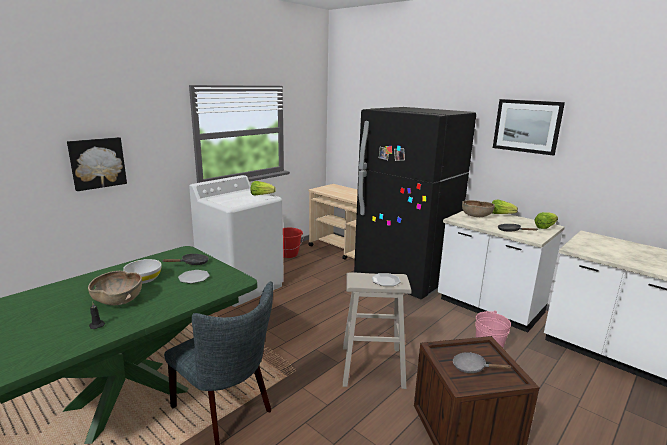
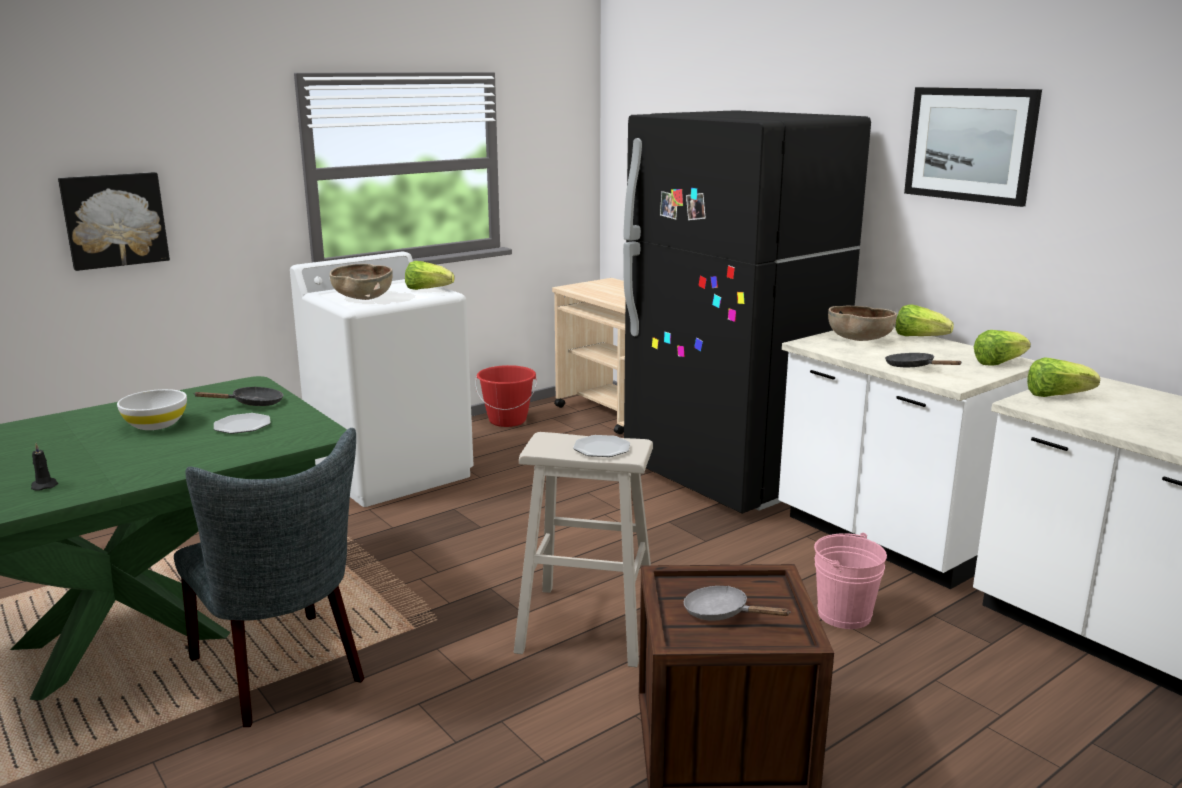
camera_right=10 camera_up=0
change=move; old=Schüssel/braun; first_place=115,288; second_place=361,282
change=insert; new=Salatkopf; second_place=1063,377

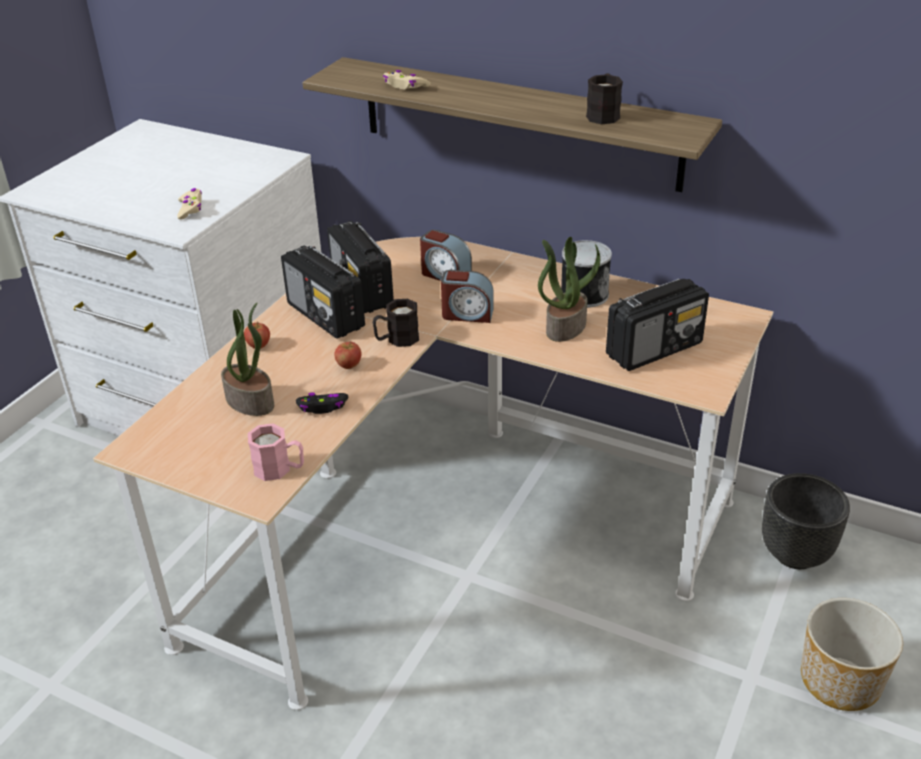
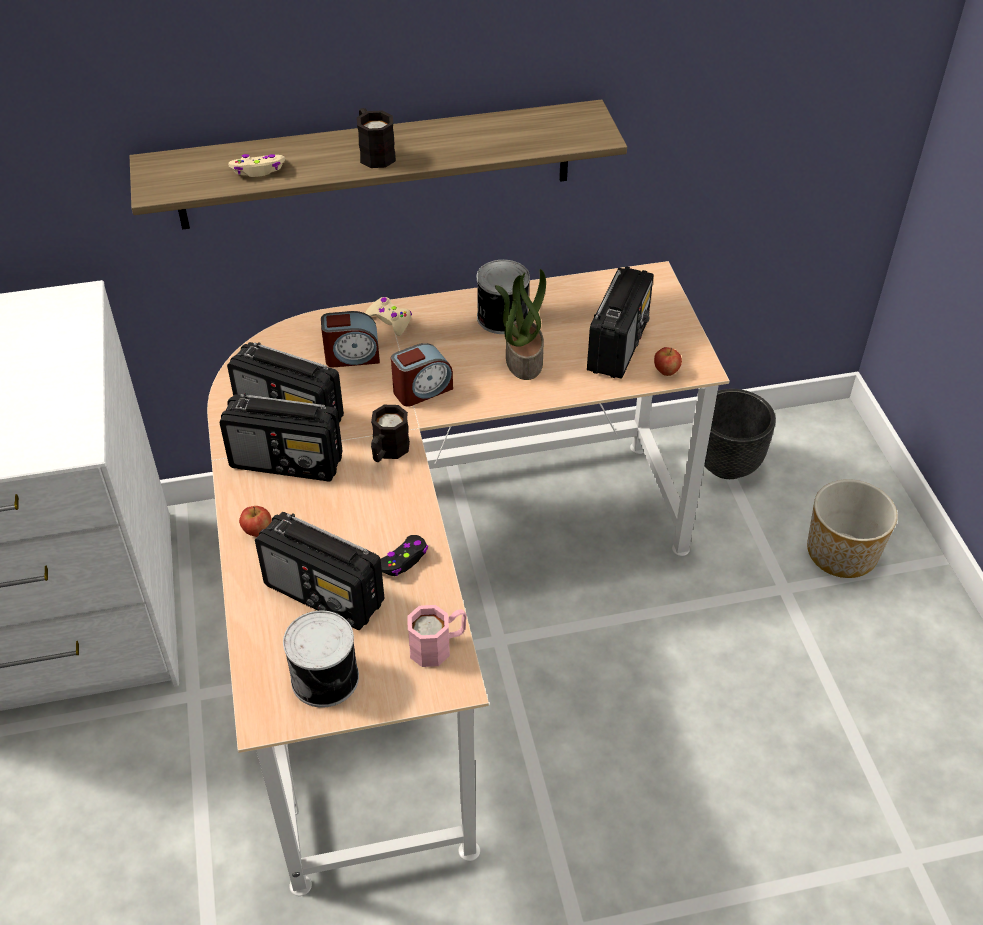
camera_right=-40 camera_up=10
change=move; old=Gamepad/beige; first_place=189,204; second_place=388,316
change=replace; old=Topfpflanze; new=Radio; first_place=247,359; second_place=319,571
change=move; old=Apfel; first_place=348,355; second_place=668,361
change=move; old=Henkelbecher/schwarz; first_place=604,98; second_place=376,138
change=insert; new=Dose; second_place=321,659

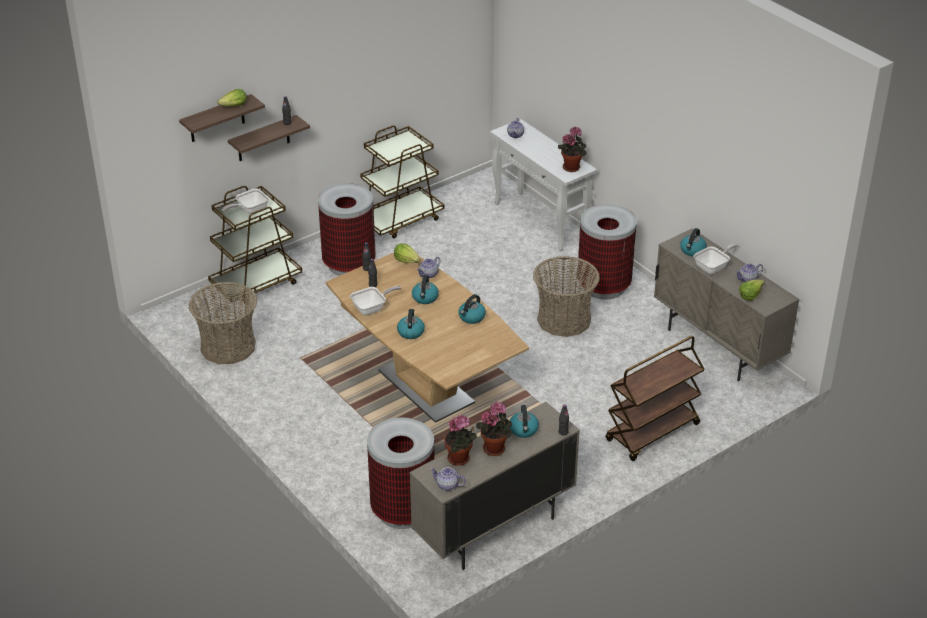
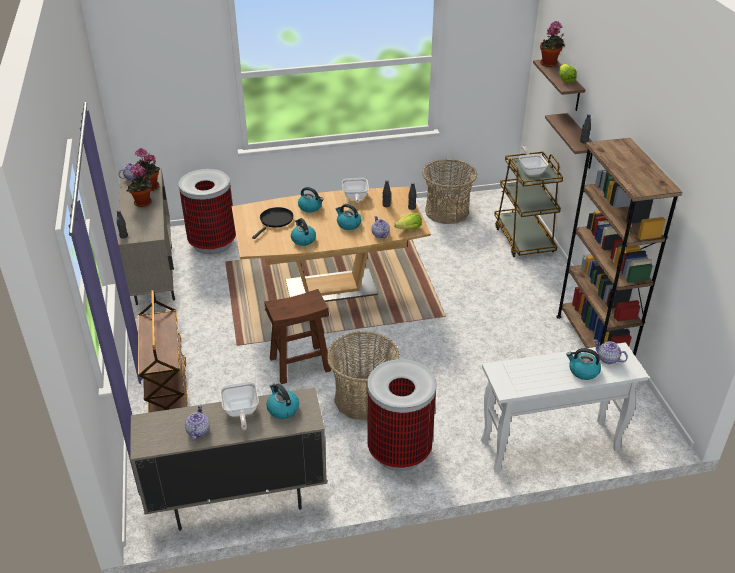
camera_right=115 camera_up=0
change=delete; old=Mülleimer; first_place=347,229
change=replace; old=Rollwagen/braun; new=Bücherregal/braun; first_place=402,182; second_place=619,247
change=move; old=Wasserkessel; first_place=524,421; second_place=583,364
change=move; old=Topfpflanze; first_place=572,149; second_place=552,44
change=delete; old=Salatkopf; first_place=751,290
change=insert; new=Pfanne/schwarz; second_place=272,223
change=insert; new=Hocker/braun; second_place=297,336

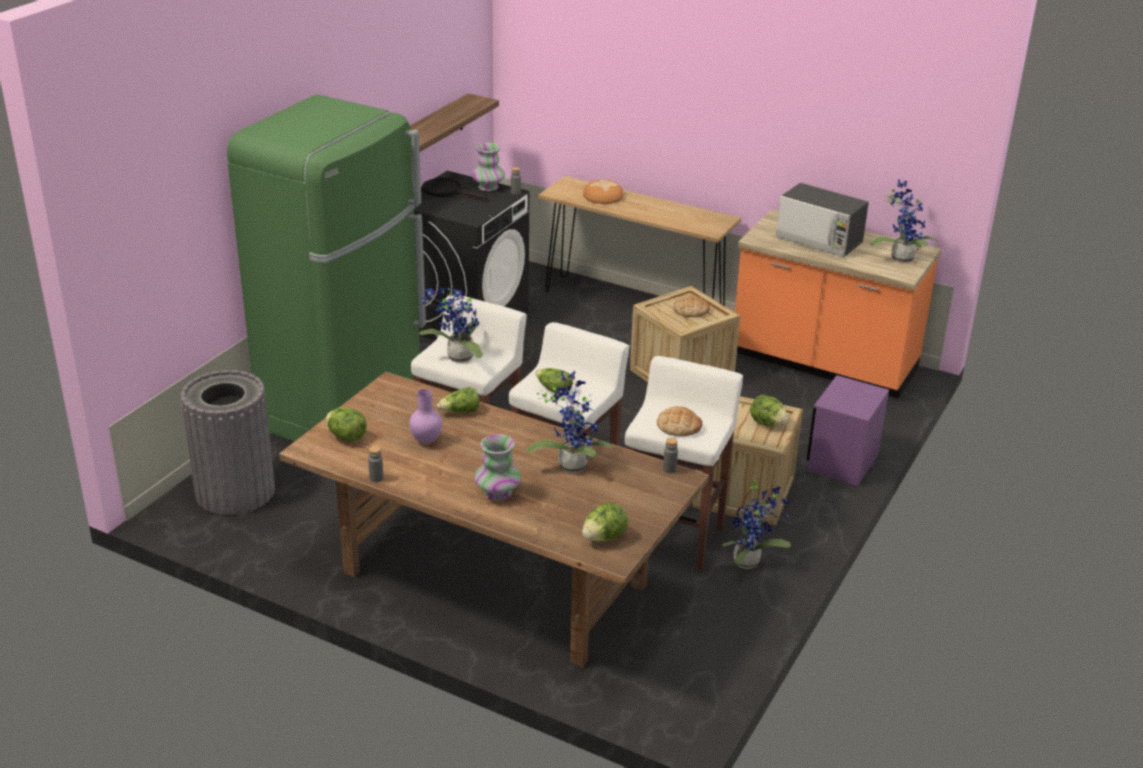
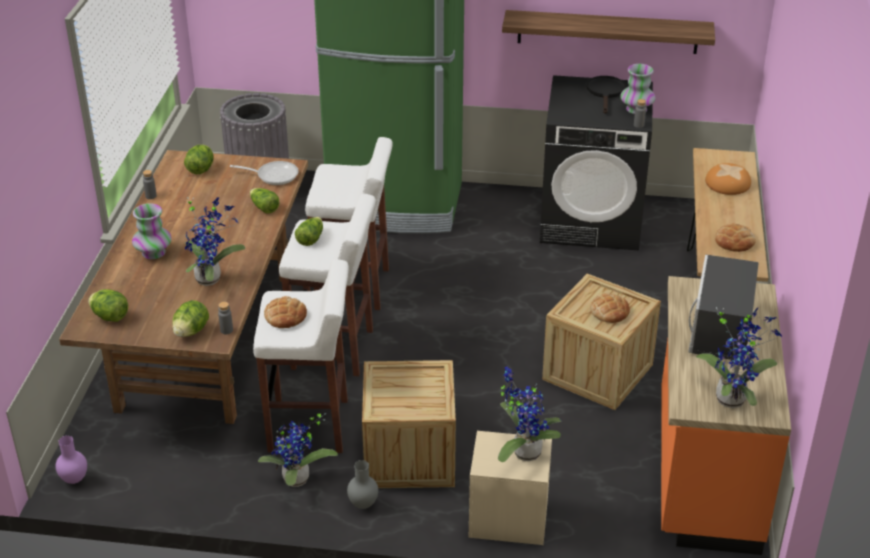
camera_right=70 camera_up=5
change=move; old=Vase/lila; first_place=425,416; second_place=71,460
change=move; old=Topfpflanze; first_place=451,325; second_place=530,414
change=move; old=Salatkopf; first_place=769,411; second_place=190,318
change=recolor; old=Nachttisch/lila; new=Nachttisch/beige; first_place=848,430; second_place=510,488
change=insert; new=Pfanne; second_place=264,173
change=insert; new=Vase/grau; second_place=362,484
change=insert; new=Brot; second_place=735,238

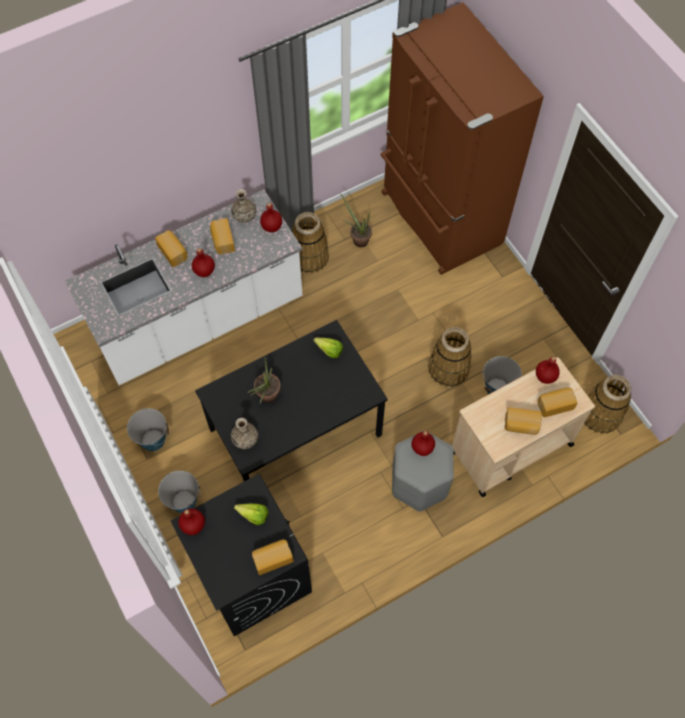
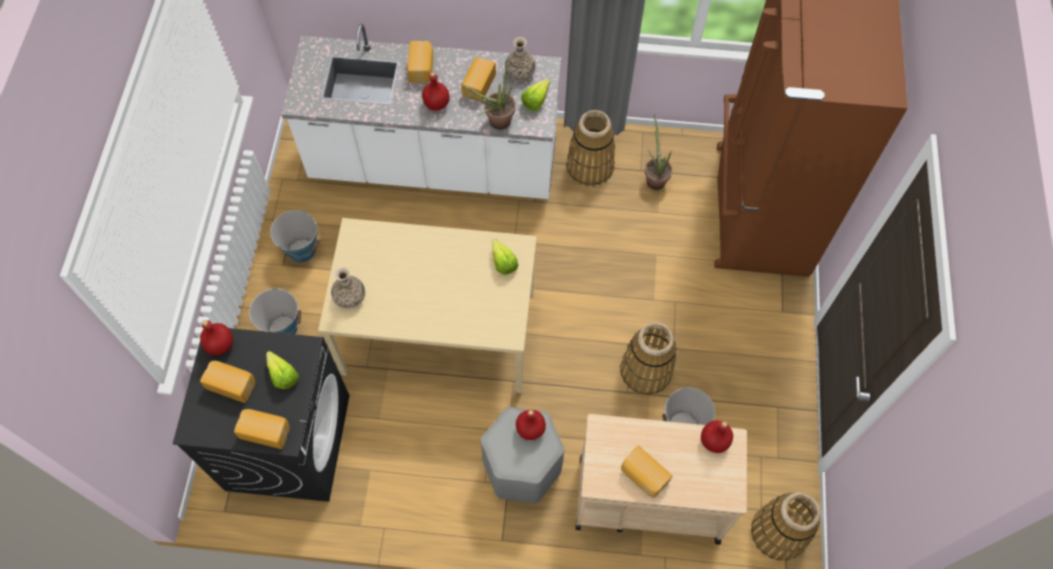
camera_right=35 camera_up=0
change=recolor; old=Esstisch/schwarz; new=Esstisch/beige; first_place=291,400; second_place=427,305
change=move; old=Topfpflanze; first_place=264,381; second_place=489,97
change=replace; old=Flasche/rot; new=Salatkopf; first_place=271,217; second_place=535,95
change=move; old=Brot; first_place=557,402; second_place=227,382

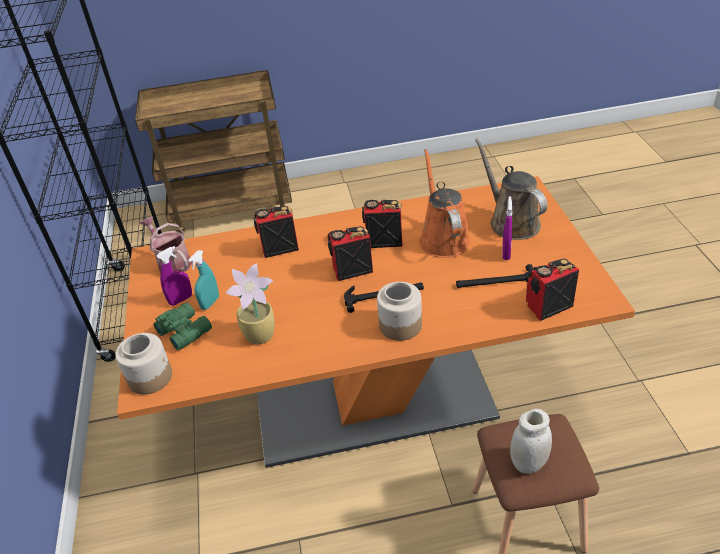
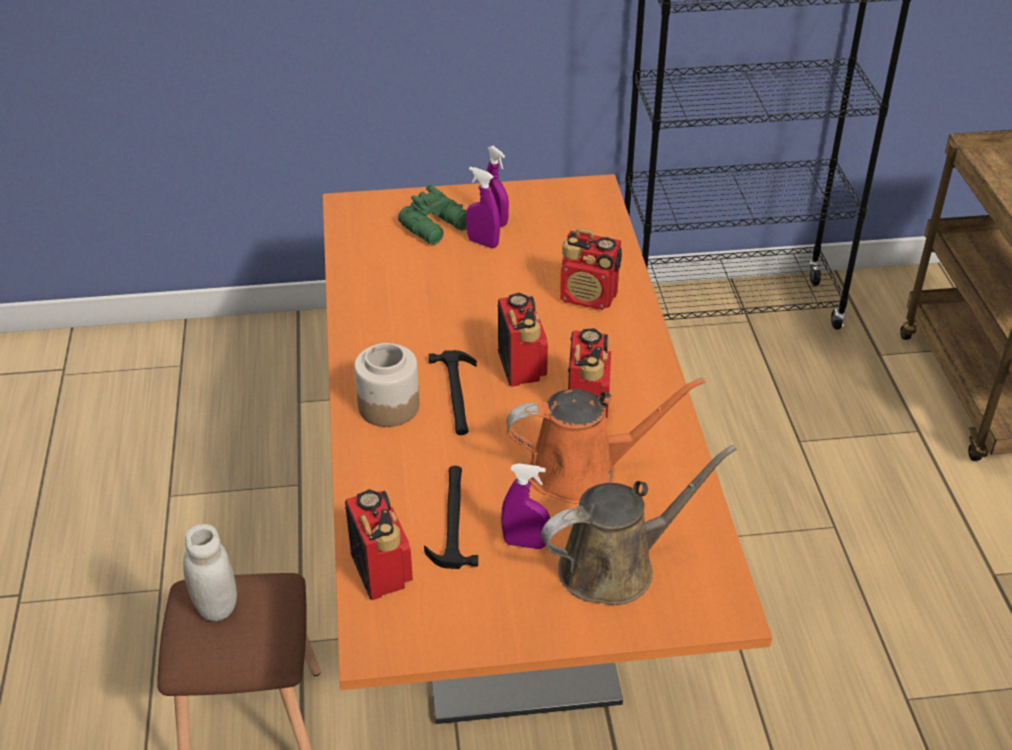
camera_right=90 camera_up=0
change=delete; old=Vorratsglas; first_place=143,364
change=delete; old=Gießkanne; first_place=166,245
change=recolor; old=Sprühflasche/türkis; new=Sprühflasche/lila; first_place=203,280; second_place=483,207
change=delete; old=Topfpflanze; first_place=250,303
change=rotate; old=Radio; first_place=276,232; second_place=591,269; degrees=120

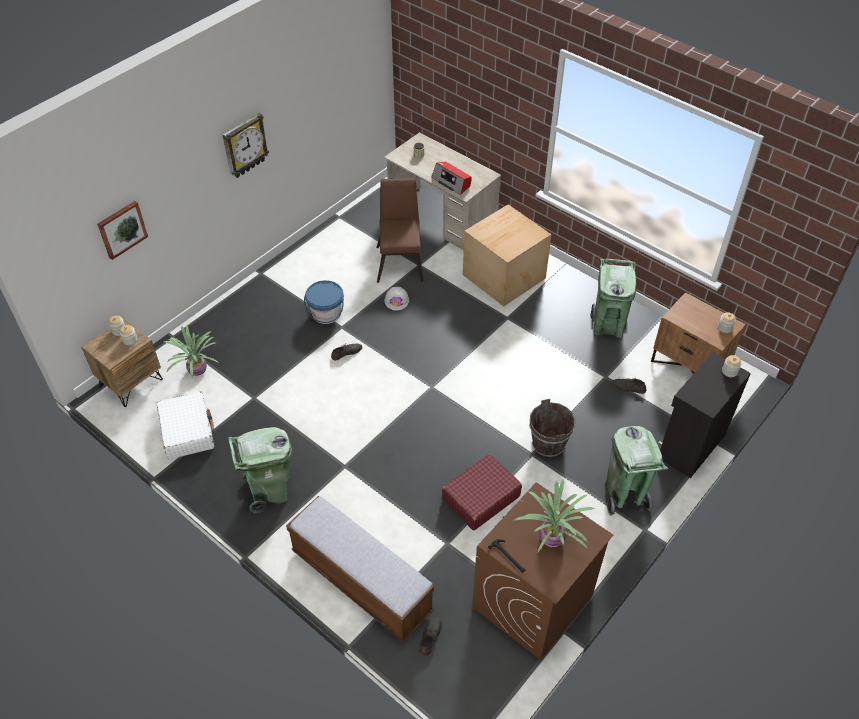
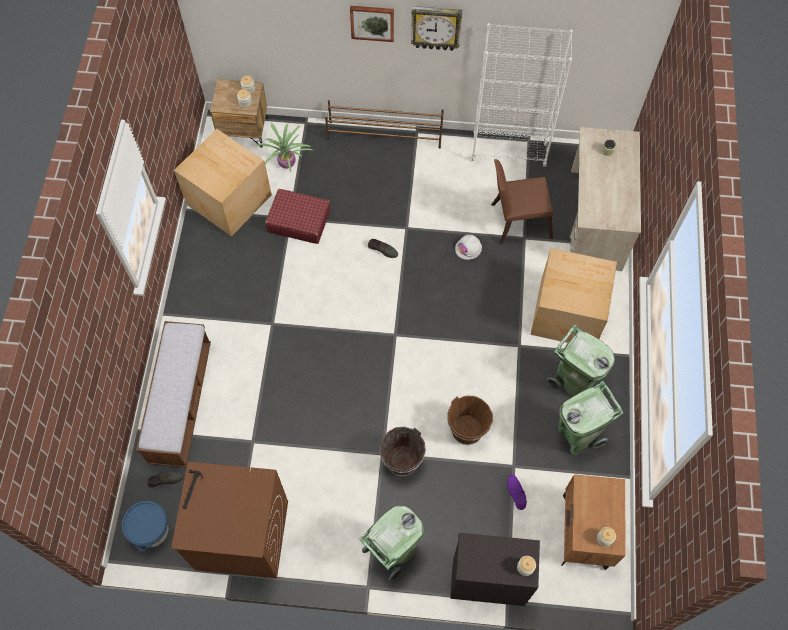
camera_right=55 camera_up=15
change=move; old=Bild; first_place=122,230; second_place=372,24
change=replace; old=Koffer/weiß; new=Karton; first_place=185,425; second_place=223,183
change=move; old=Mülleimer/grün; first_place=260,470; second_place=580,361
change=move; old=Eimer/blau; first_place=324,302; second_place=145,526
change=rotate; old=Stuhl/braun; first_place=400,230; second_place=522,201; degrees=-150
change=delete; old=Radio; first_place=451,178
change=move; old=Koffer/rot; first_place=482,492; second_place=297,216
change=delete; old=Topfpflanze; first_place=555,515
change=recolor; old=Schuh/grau; new=Schuh/lila; first_place=629,386; second_place=517,492
change=insert; new=Schuhregal/braun; second_place=384,124
change=insert; new=Eimer/braun; second_place=470,420
change=insert; new=Bücherregal/weiß; second_place=522,95

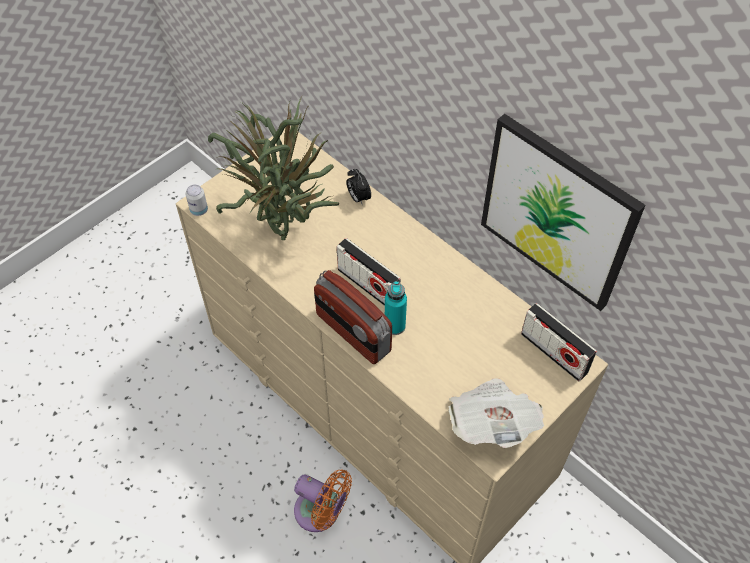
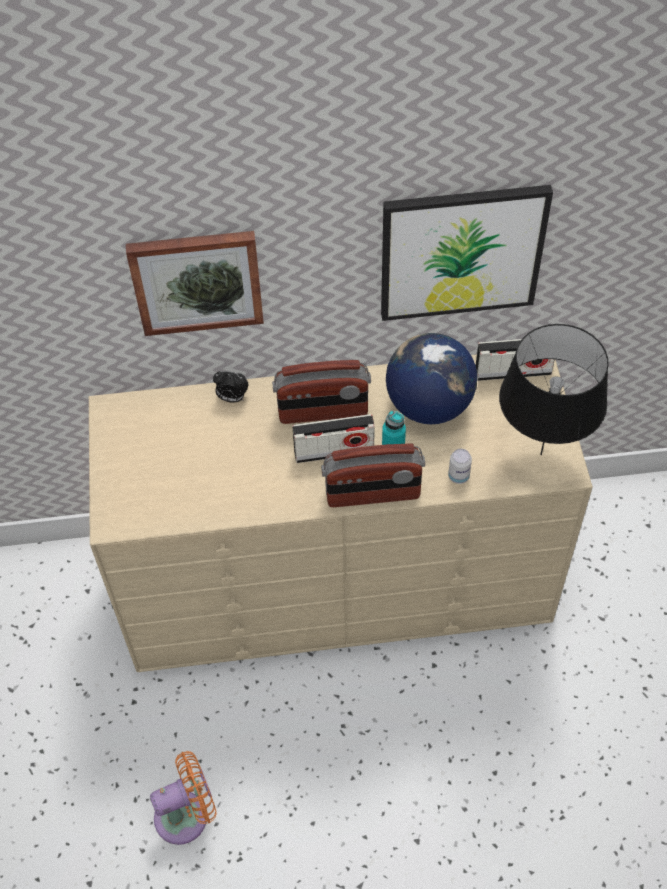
camera_right=-50 camera_up=0
change=move; old=Dose; first_place=197,200; second_place=460,466
change=delete; old=Topfpflanze; first_place=273,168
change=move; old=Ventilator/orange; first_place=323,500; second_place=183,798
change=replace; old=Zeitung; new=Tischlampe/schwarz; first_place=496,413; second_place=554,389
change=insert; new=Bild; second_place=195,283
change=insert; new=Radio; second_place=321,392
change=insert; new=Globus; second_place=431,378

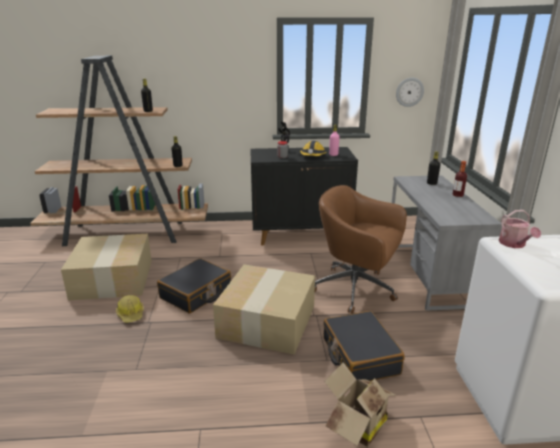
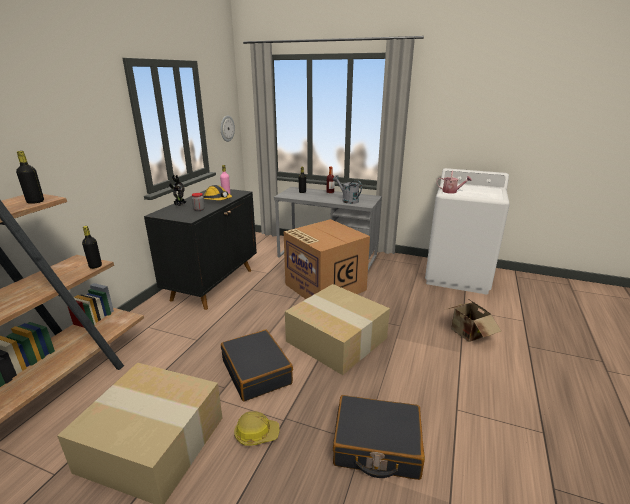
camera_right=-65 camera_up=0
change=replace; old=Bürostuhl/braun; new=Karton; first_place=361,249; second_place=327,259
change=move; old=Koffer/schwarz; first_place=364,346; second_place=379,437
change=insert; new=Gießkanne/grau; second_place=347,189

